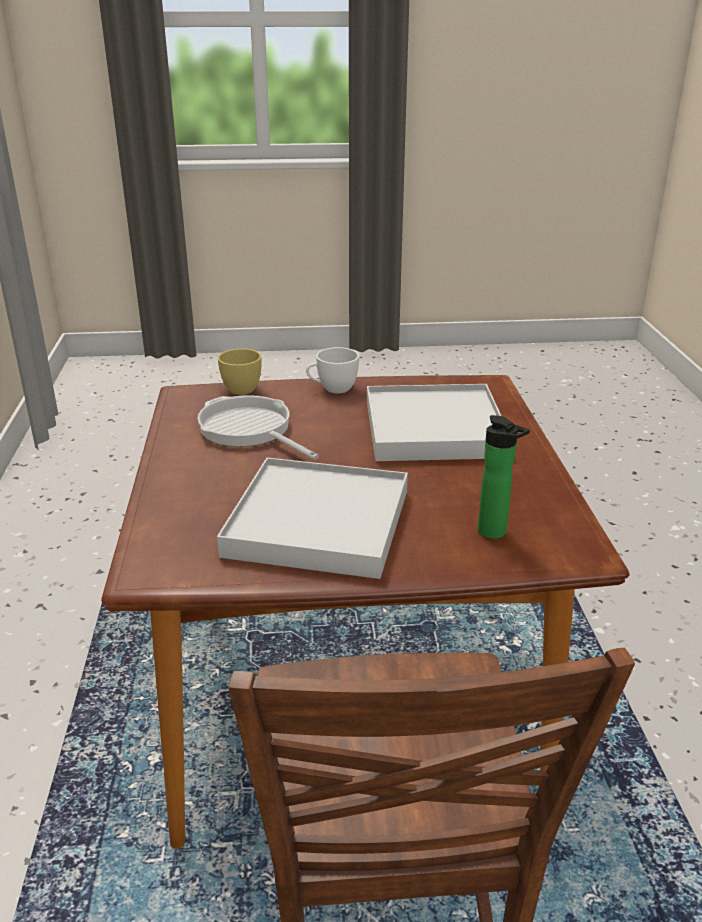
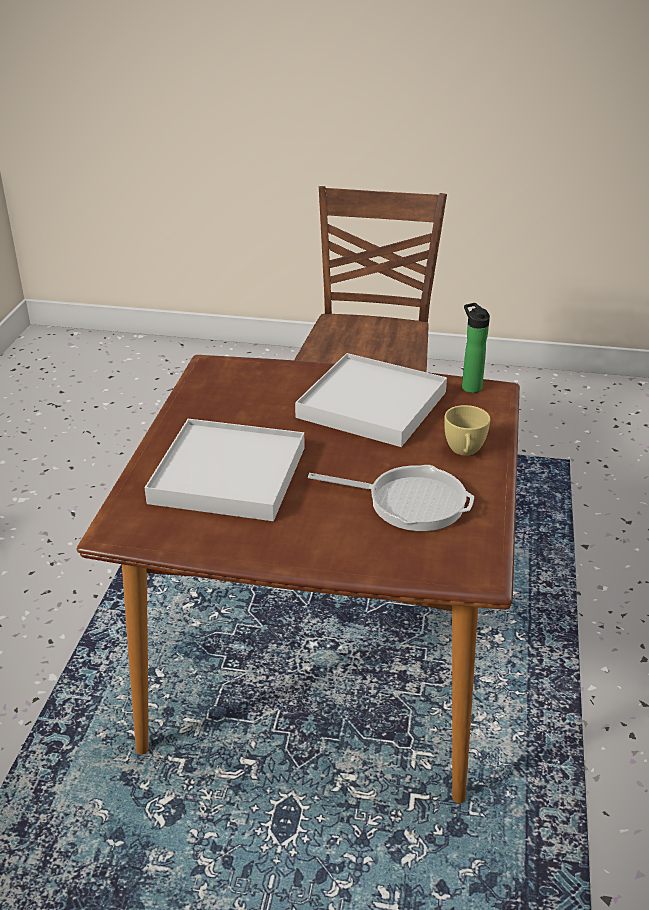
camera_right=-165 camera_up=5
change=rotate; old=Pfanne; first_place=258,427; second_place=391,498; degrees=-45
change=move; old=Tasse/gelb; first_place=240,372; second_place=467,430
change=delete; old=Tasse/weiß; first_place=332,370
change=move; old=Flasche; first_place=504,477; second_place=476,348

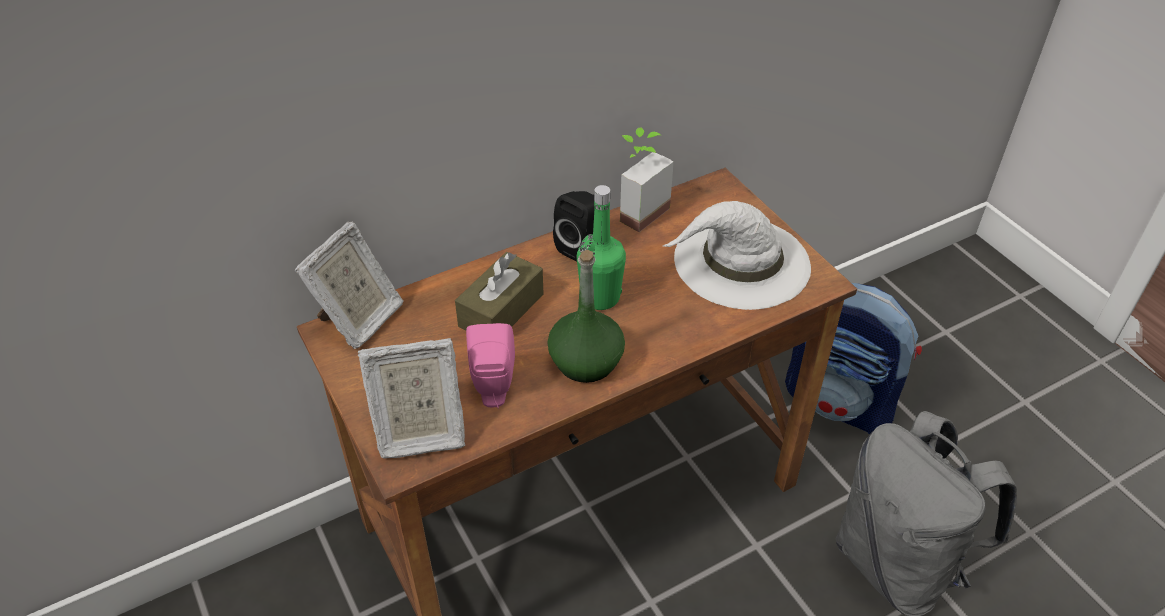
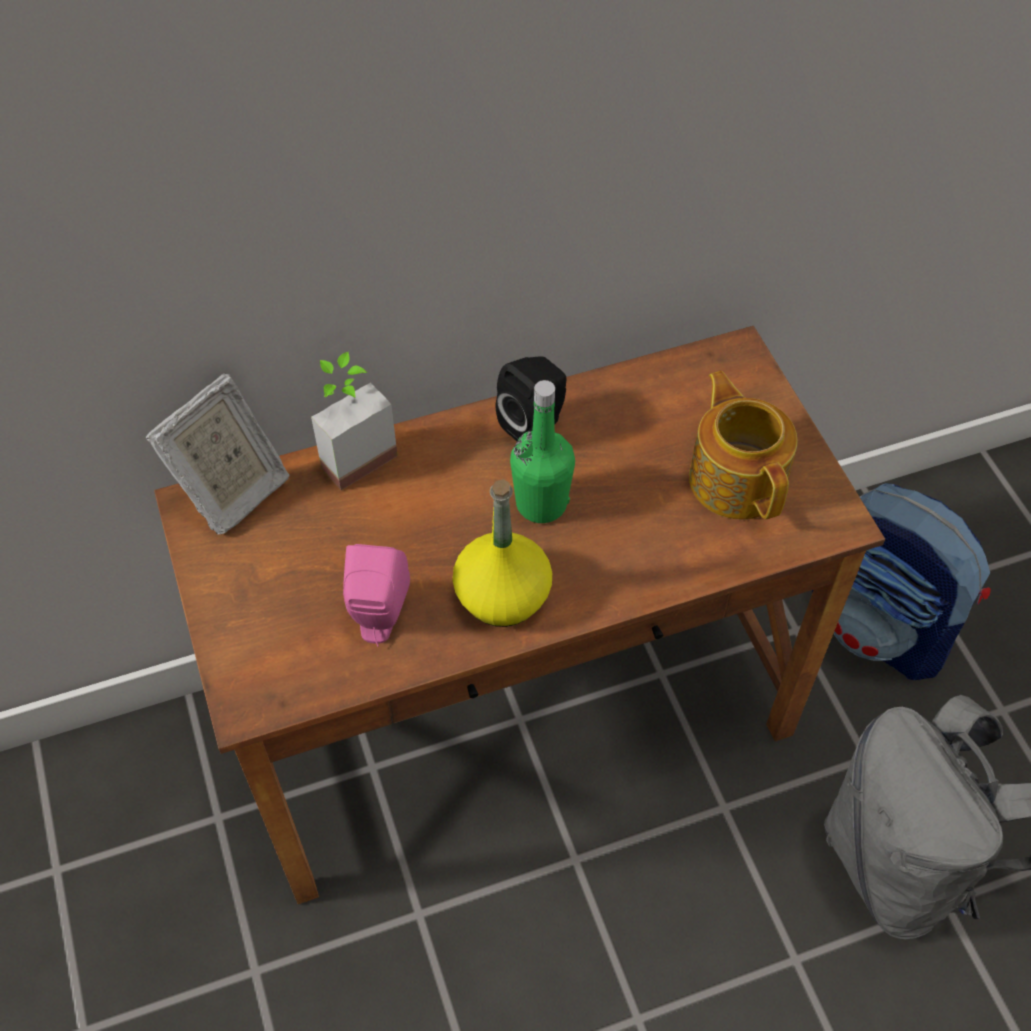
camera_right=10 camera_up=10
change=delete; old=Bilderrahmen; first_place=411,398
change=delete; old=Taschentuchbox/braun; first_place=499,291
change=recolor; old=Flasche/grün; new=Flasche/gelb; first_place=586,316; second_place=502,553
change=move; old=Topfpflanze; first_place=647,179; second_place=354,421
change=replace; old=Hut/weiß; new=Teekanne; first_place=737,255; second_place=743,445

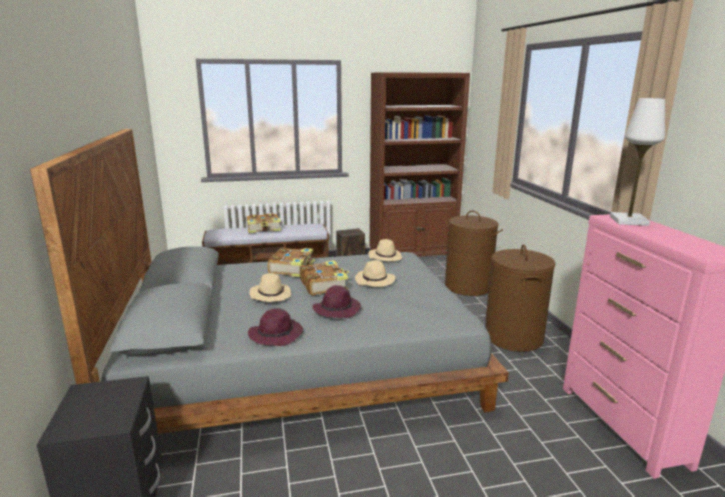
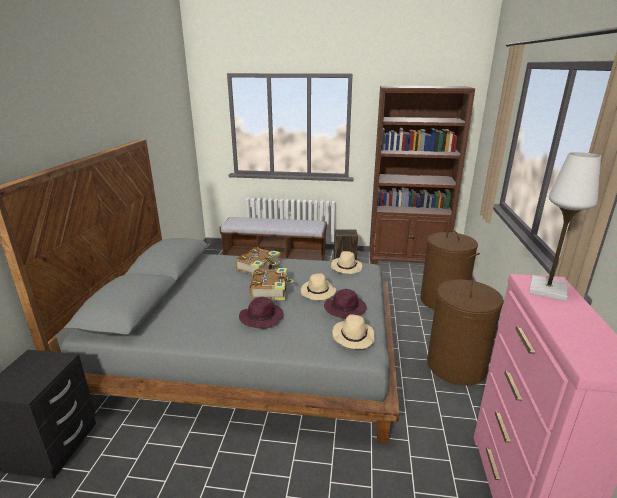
camera_right=20 camera_up=5
change=delete; old=Buch; first_place=264,223
change=move; old=Hut/lila; first_place=275,327; second_place=345,304
change=move; old=Hut/beige; first_place=270,287; second_place=353,331

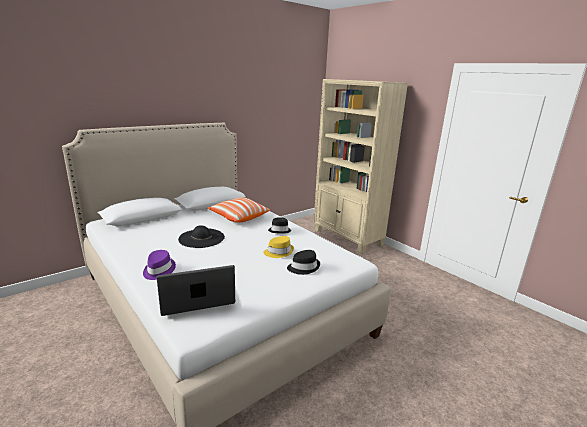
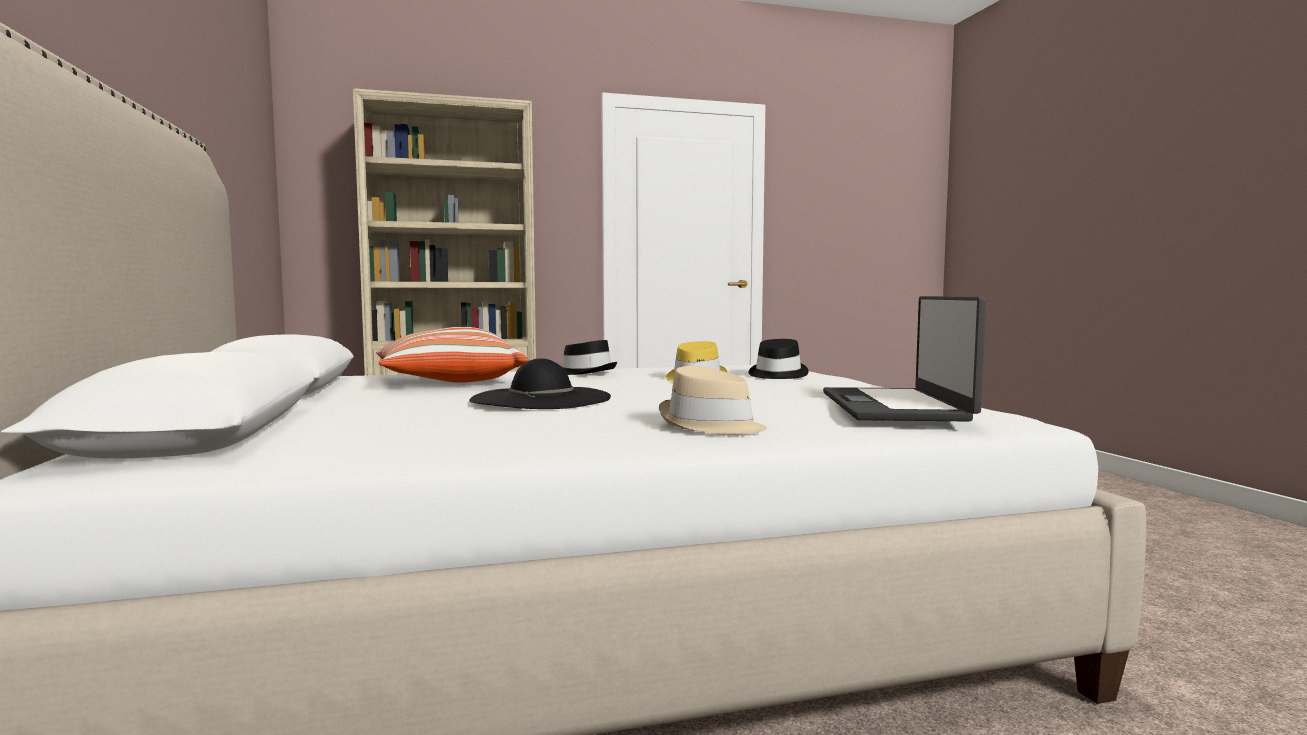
camera_right=-65 camera_up=-15
change=recolor; old=Hut/lila; new=Hut/beige; first_place=159,265; second_place=713,400

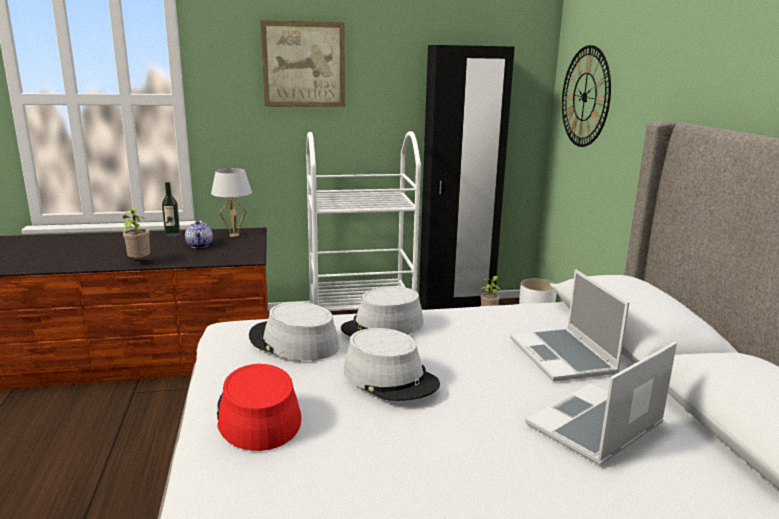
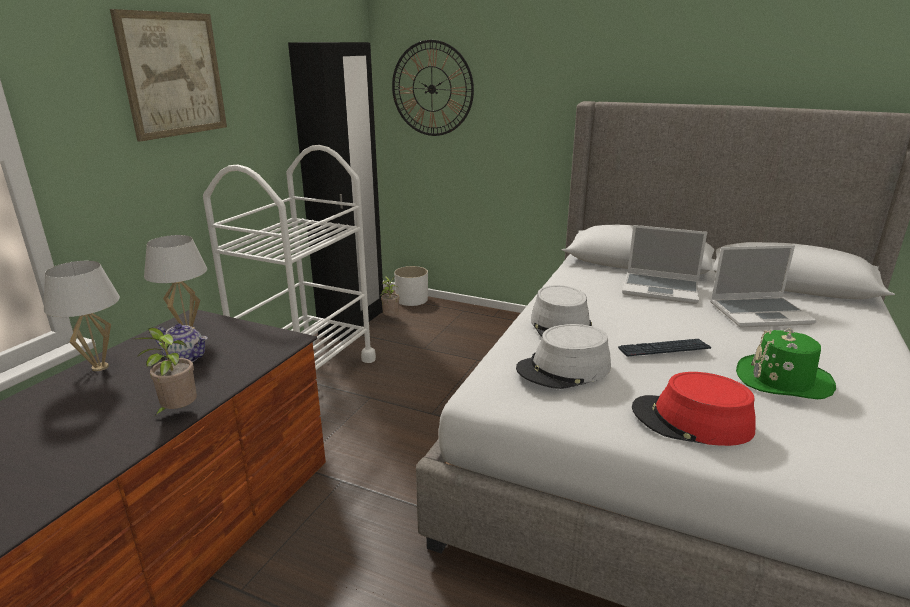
camera_right=-55 camera_up=5
change=replace; old=Flasche; new=Tischlampe/weiß; first_place=171,209; second_place=82,316
change=replace; old=Hut/grau; new=Tastatur; first_place=391,364; second_place=664,348
change=rotate; old=Laptop; first_place=601,403; second_place=763,286; degrees=-90
change=insert; new=Hut/grün; second_place=786,363

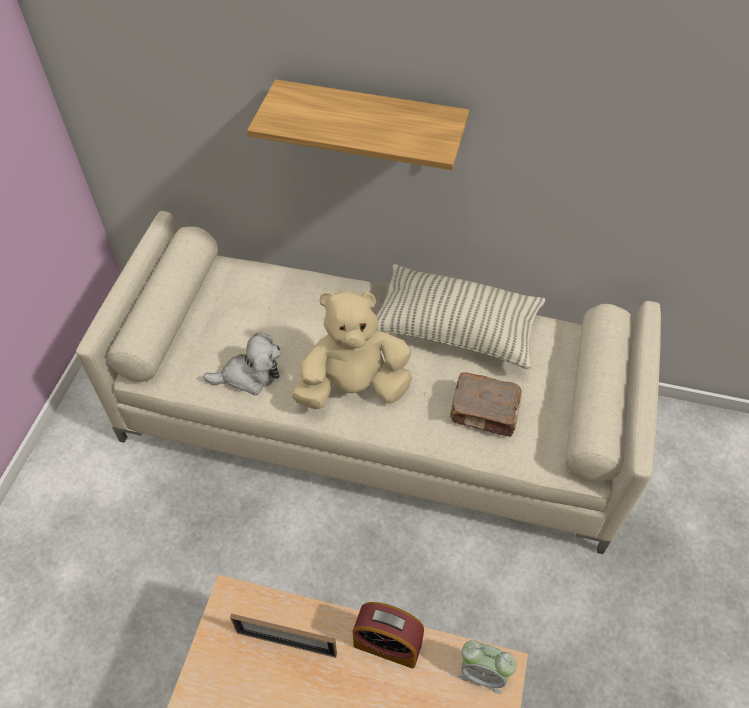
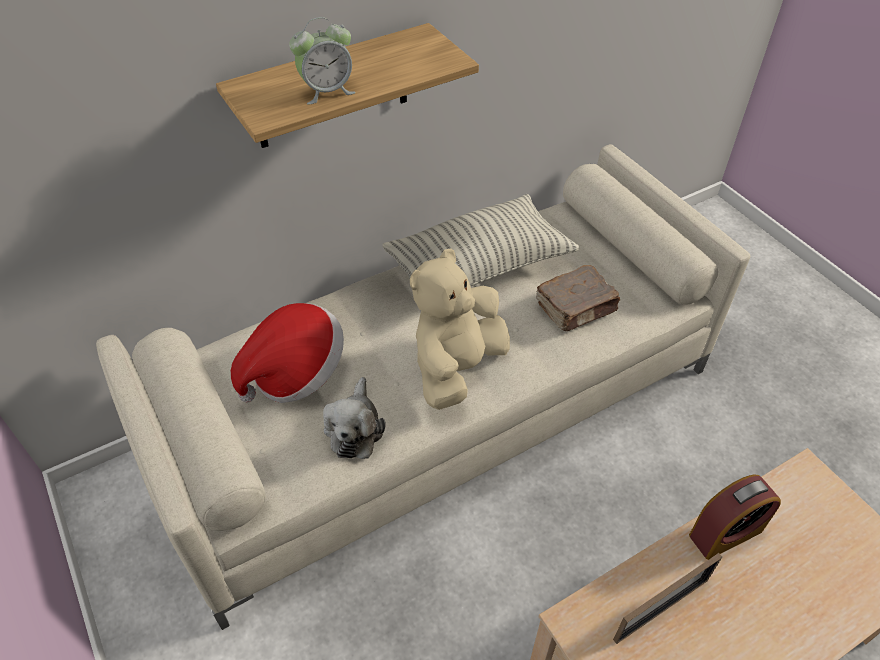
camera_right=-45 camera_up=-5
change=rotate; old=Plüschtier; first_place=242,364; second_place=354,418; degrees=150
change=move; old=Wecker; first_place=487,667; second_place=322,61
change=insert; new=Hut; second_place=287,353

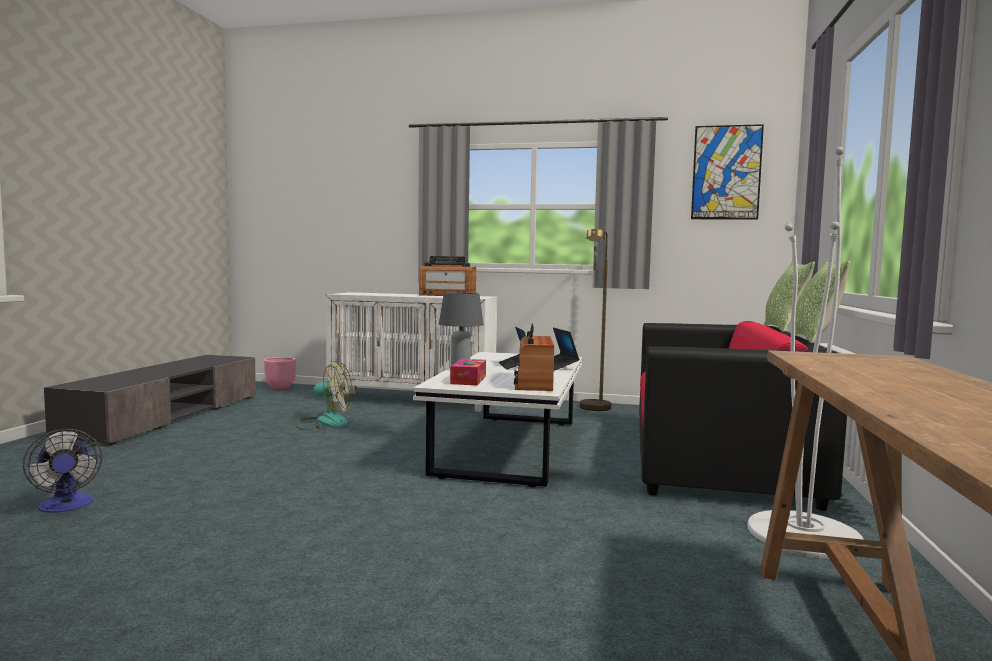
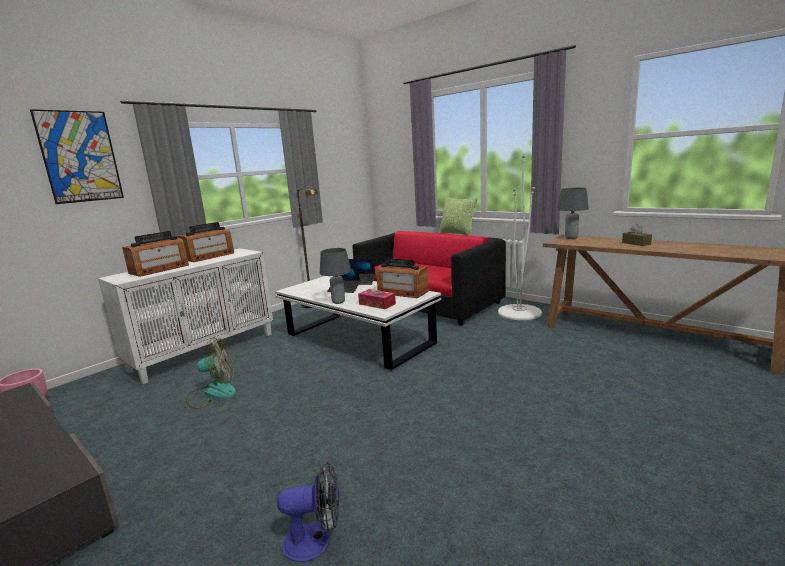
camera_right=-60 camera_up=10
change=rotate; old=Ventilator; first_place=323,395; second_place=211,373; degrees=45
change=move; old=Bild; first_place=727,172; second_place=77,156
change=delete; old=Kissen; first_place=789,296
change=insert; new=Radio; second_place=155,254
change=insert; new=Tischlampe/grau; second_place=573,213
change=insert; new=Taschentuchbox/braun; second_place=637,235

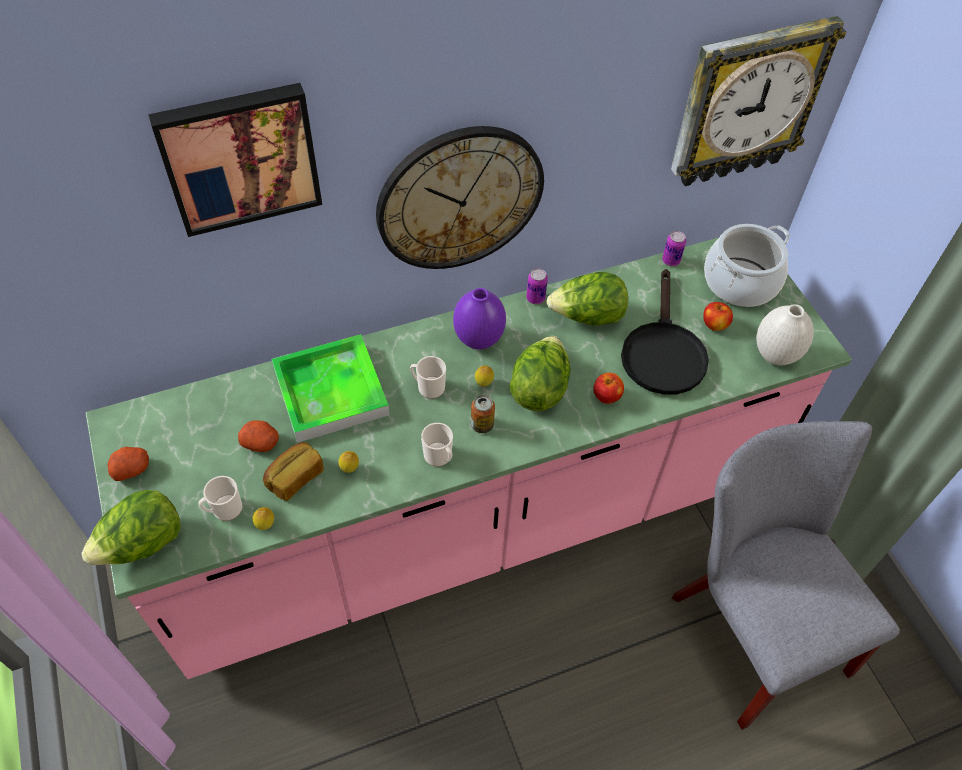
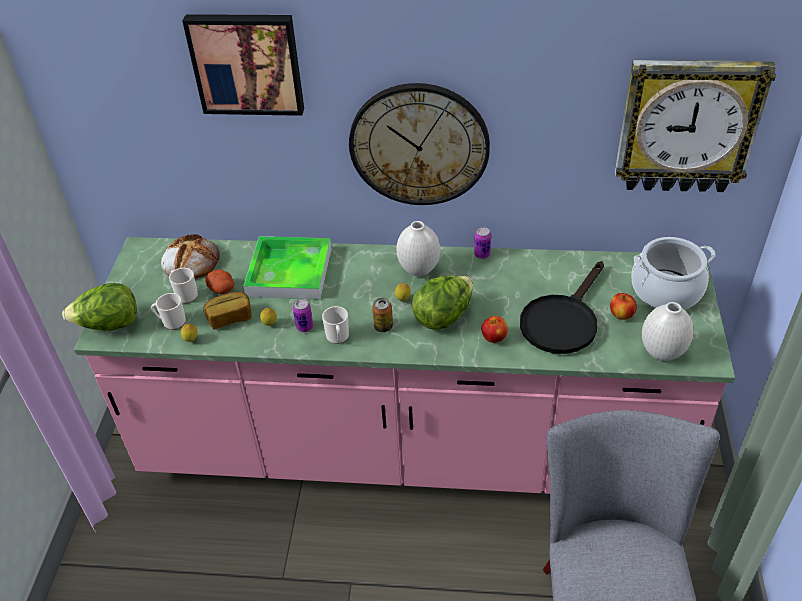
camera_right=30 camera_up=-10
change=delete; old=Kartoffel; first_place=128,464
change=move; old=Henkelbecher; first_place=428,377; second_place=183,285
change=recolor; old=Vase/lila; new=Vase/weiß; first_place=479,318; second_place=418,248
change=delete; old=Salatkopf; first_place=587,299
change=move; old=Dose; first_place=674,248; second_place=303,315
change=insert; new=Brot; second_place=190,256

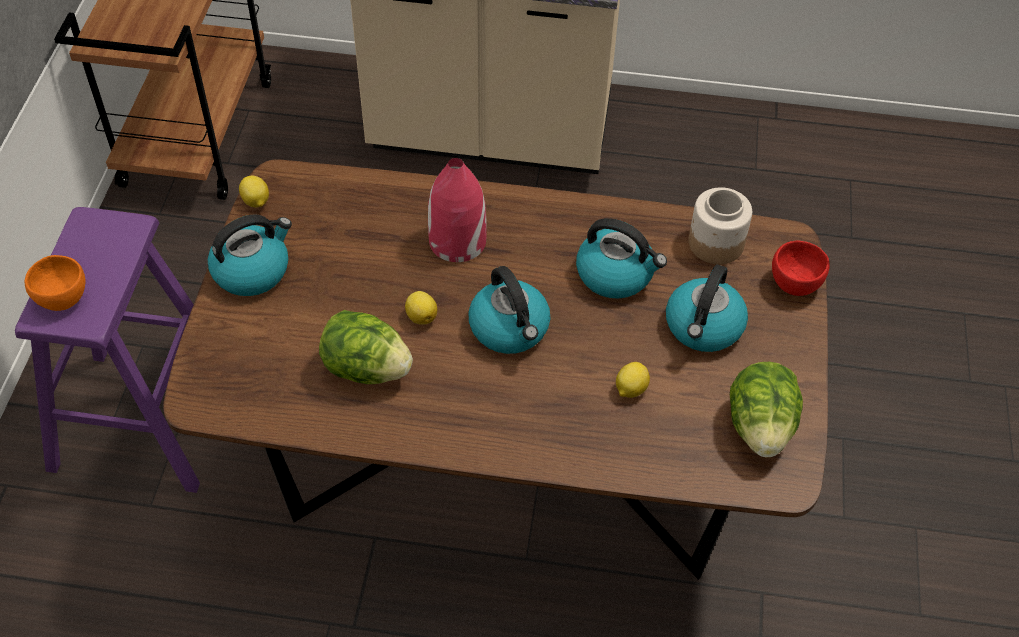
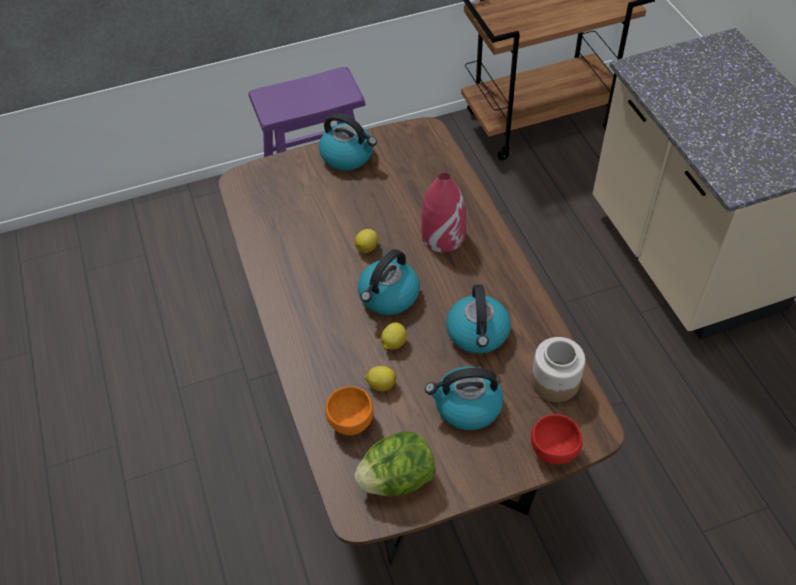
camera_right=65 camera_up=0
change=move; old=Schüssel/orange; first_place=54,283; second_place=349,410
change=move; old=Zitrone; first_place=254,192; second_place=394,336
change=delete; old=Salatkopf; first_place=366,347

